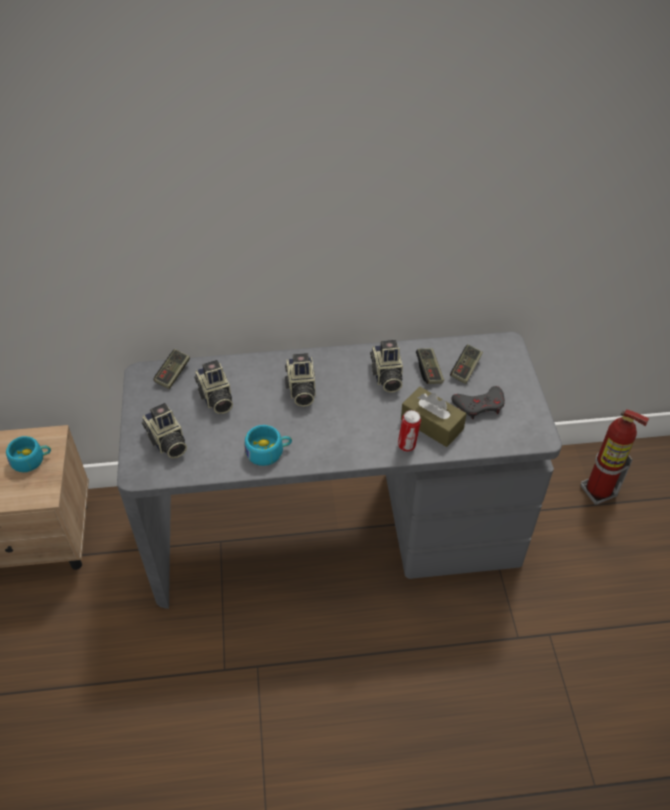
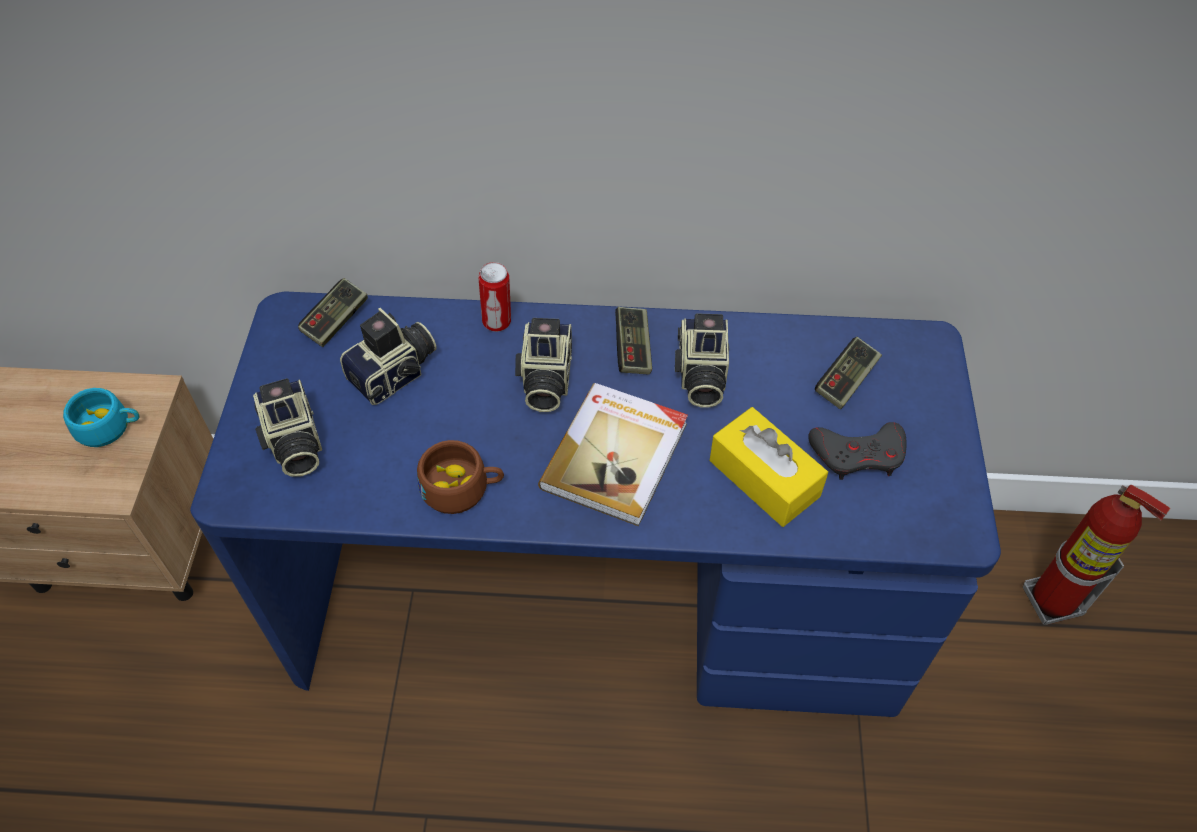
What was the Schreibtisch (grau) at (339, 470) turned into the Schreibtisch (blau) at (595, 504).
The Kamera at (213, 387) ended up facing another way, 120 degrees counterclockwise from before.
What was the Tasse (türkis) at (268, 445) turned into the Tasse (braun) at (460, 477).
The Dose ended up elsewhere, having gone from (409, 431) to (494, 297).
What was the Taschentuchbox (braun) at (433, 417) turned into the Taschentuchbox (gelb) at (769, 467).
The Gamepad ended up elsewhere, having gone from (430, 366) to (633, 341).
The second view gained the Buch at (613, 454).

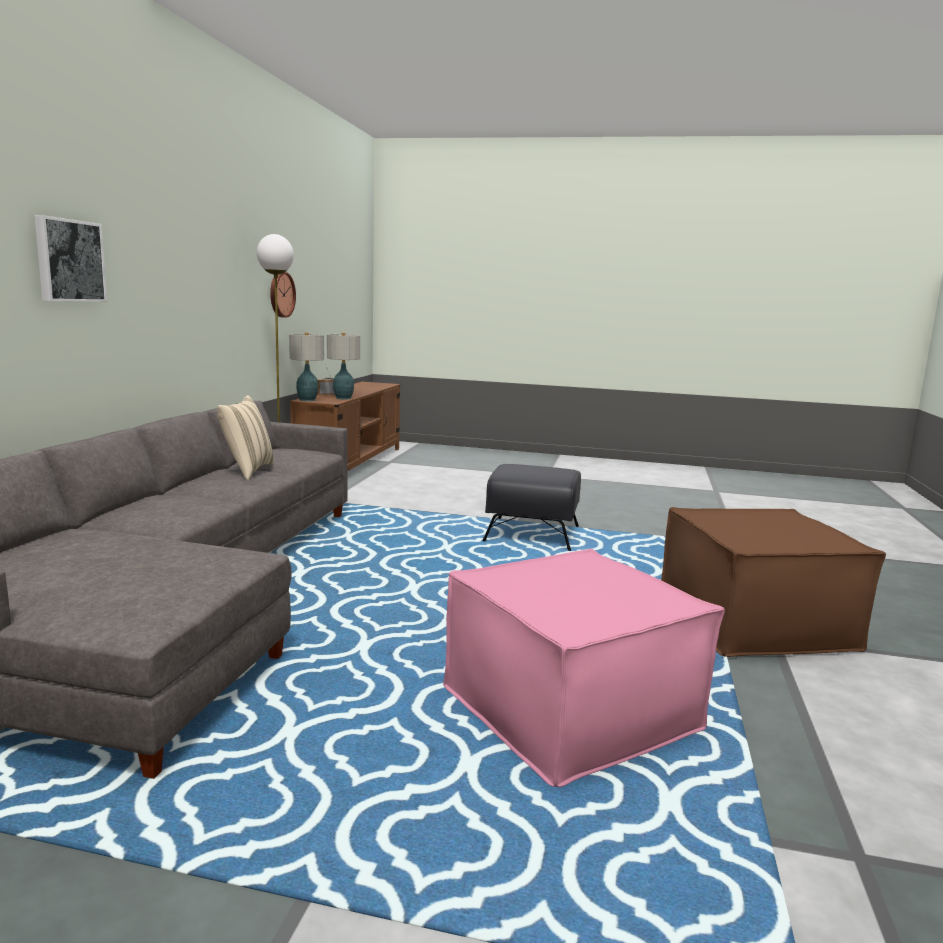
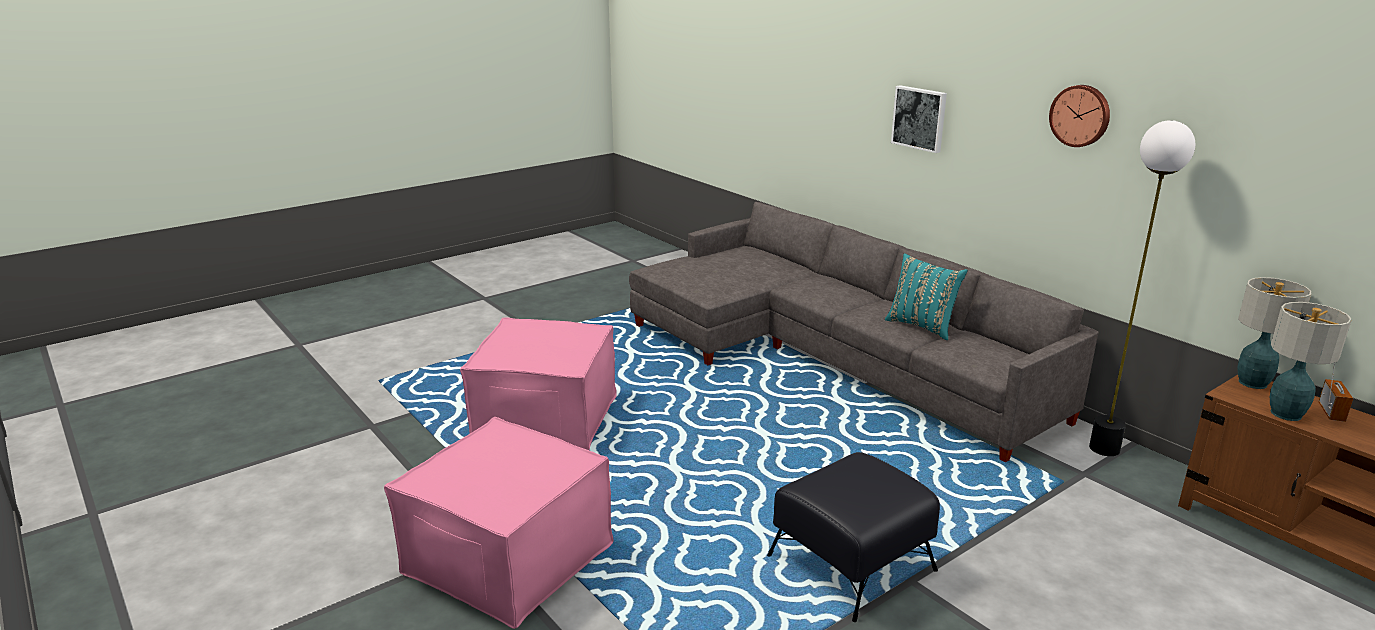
What was the Kissen (beige) at (245, 437) turned into the Kissen (türkis) at (926, 297).
The Wanduhr ended up elsewhere, having gone from (283, 295) to (1079, 116).
What was the Polsterhocker (braun) at (773, 582) turned into the Polsterhocker (rosa) at (499, 523).

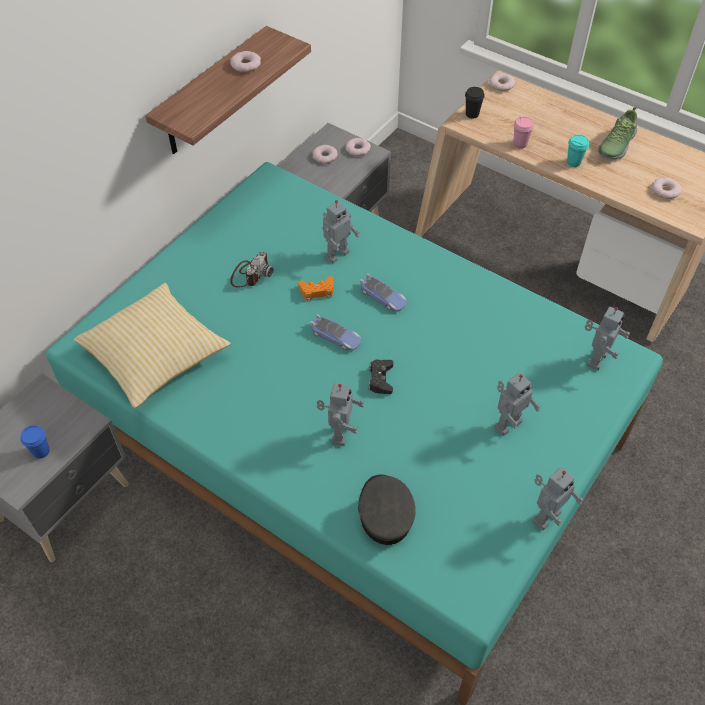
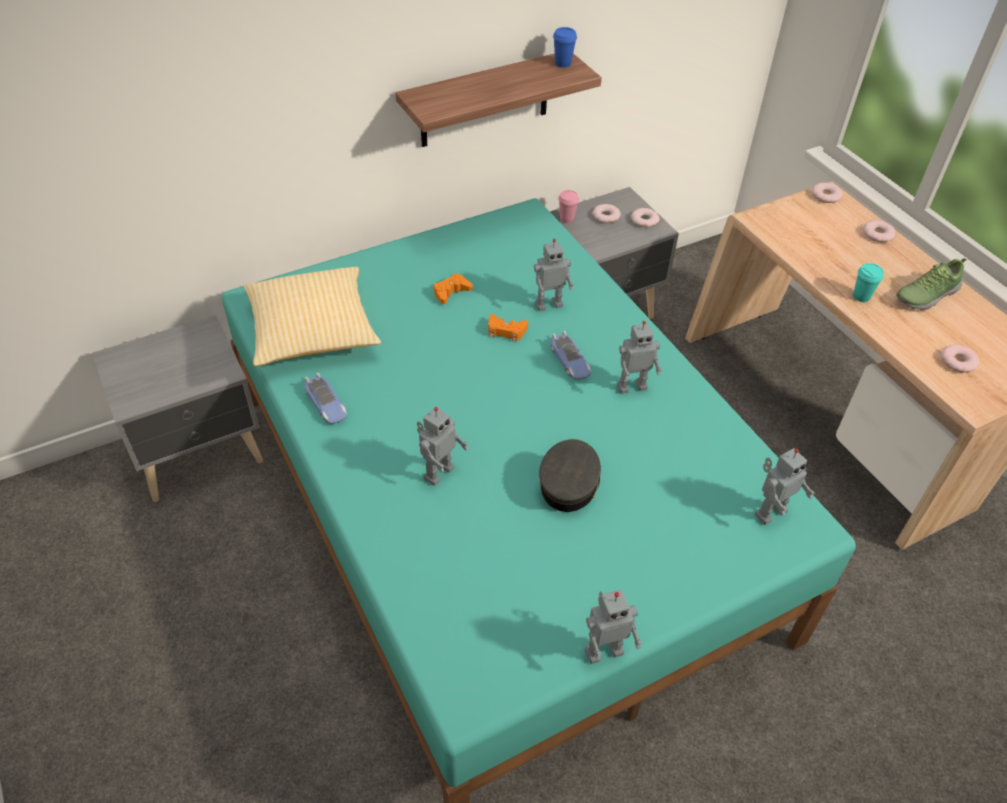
The Tasse (blau) ended up elsewhere, having gone from (35, 442) to (565, 47).
The Donut ended up elsewhere, having gone from (245, 61) to (879, 231).
Where the Kamera stood at (251, 269), the Gamepad (orange) came to stand at (453, 288).
The Spielzeugauto ended up elsewhere, having gone from (336, 332) to (326, 398).
The Kappe (grau) ended up elsewhere, having gone from (387, 509) to (570, 475).
The second view lost the Gamepad (schwarz) at (380, 376).
The second view lost the Tasse (schwarz) at (475, 102).
The Spielzeugroboter ended up elsewhere, having gone from (518, 404) to (639, 357).
The Tasse (rosa) ended up elsewhere, having gone from (524, 132) to (568, 206).

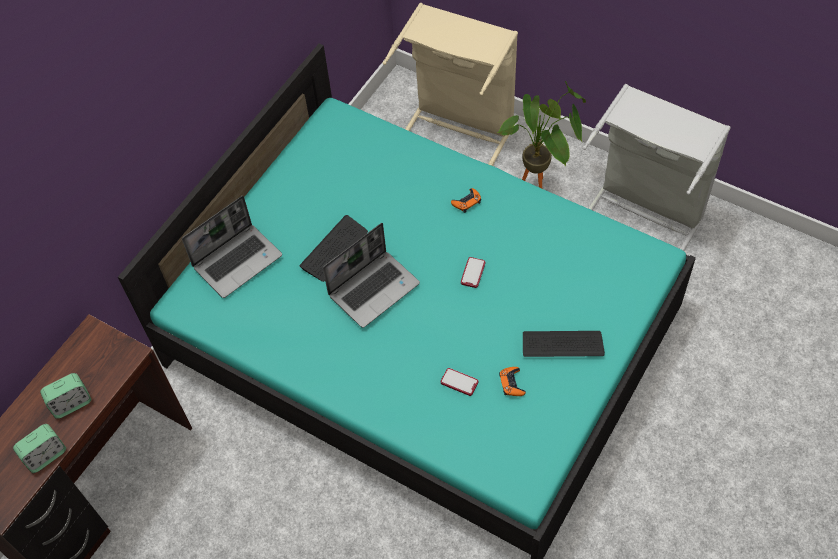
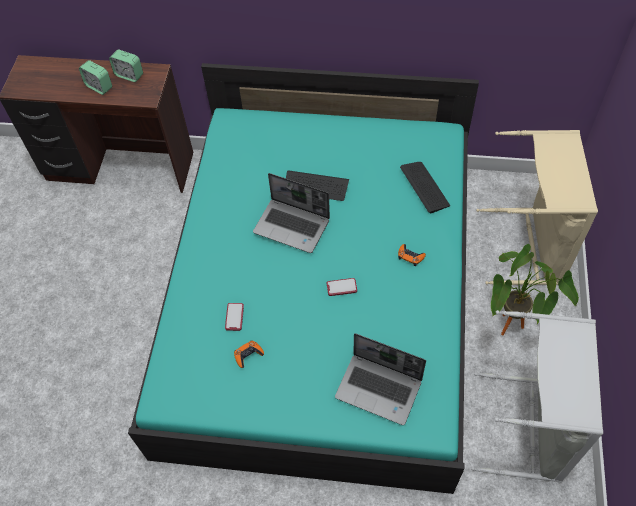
The Wecker ended up elsewhere, having gone from (39, 448) to (126, 66).
The Laptop ended up elsewhere, having gone from (232, 247) to (380, 379).
The Tastatur ended up elsewhere, having gone from (564, 344) to (425, 187).

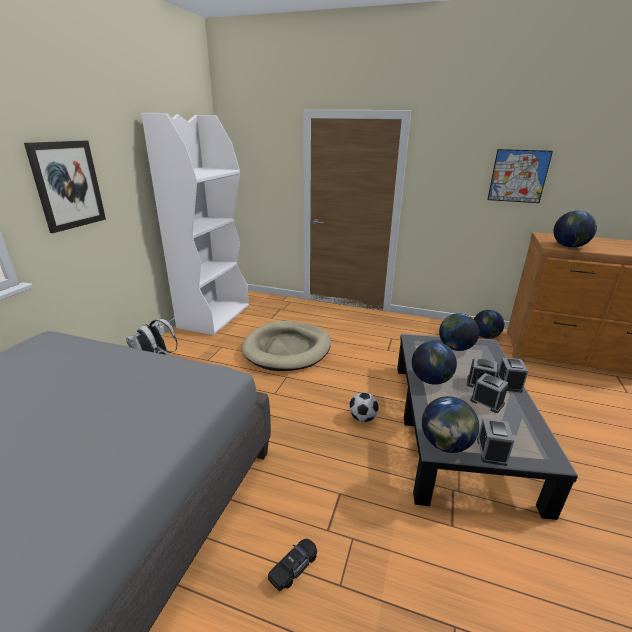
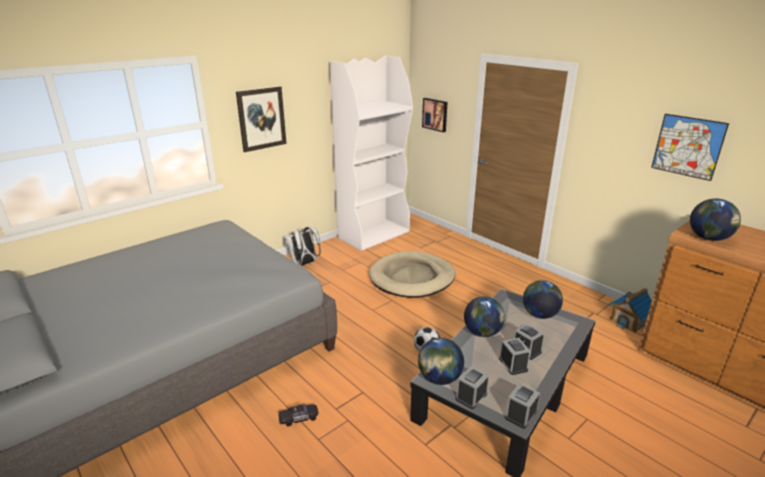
Where the Globus stood at (489, 324), the Spielzeughaus came to stand at (630, 310).
The Wecker ended up elsewhere, having gone from (512, 374) to (522, 406).
The second view gained the Bild at (434, 115).

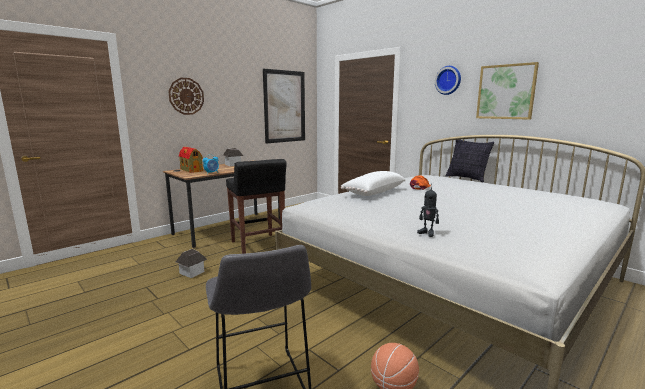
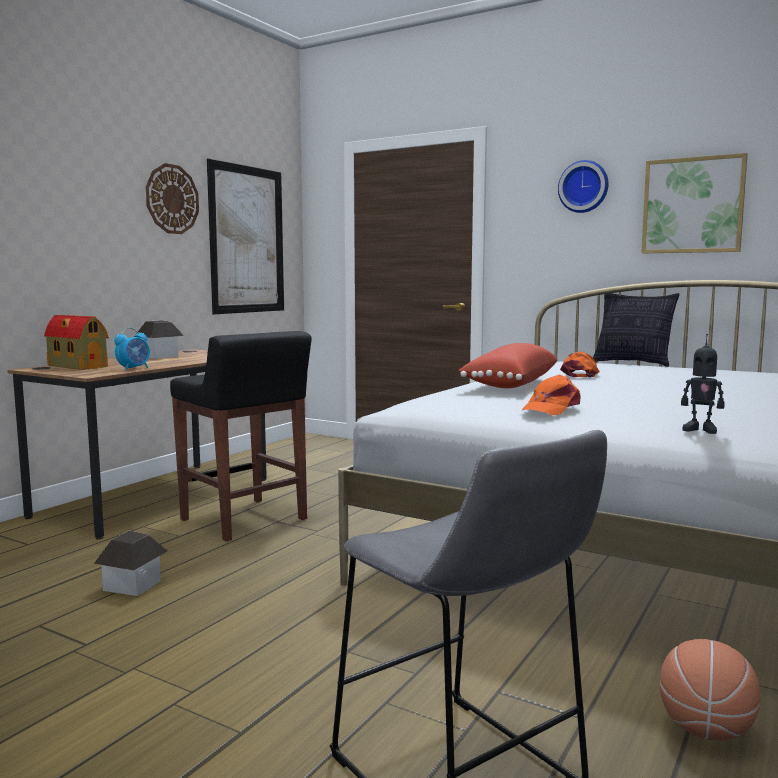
The Wanduhr ended up elsewhere, having gone from (186, 96) to (172, 198).
What was the Kissen (weiß) at (373, 183) turned into the Kissen (rot) at (508, 365).
The second view gained the Kappe (orange) at (551, 395).

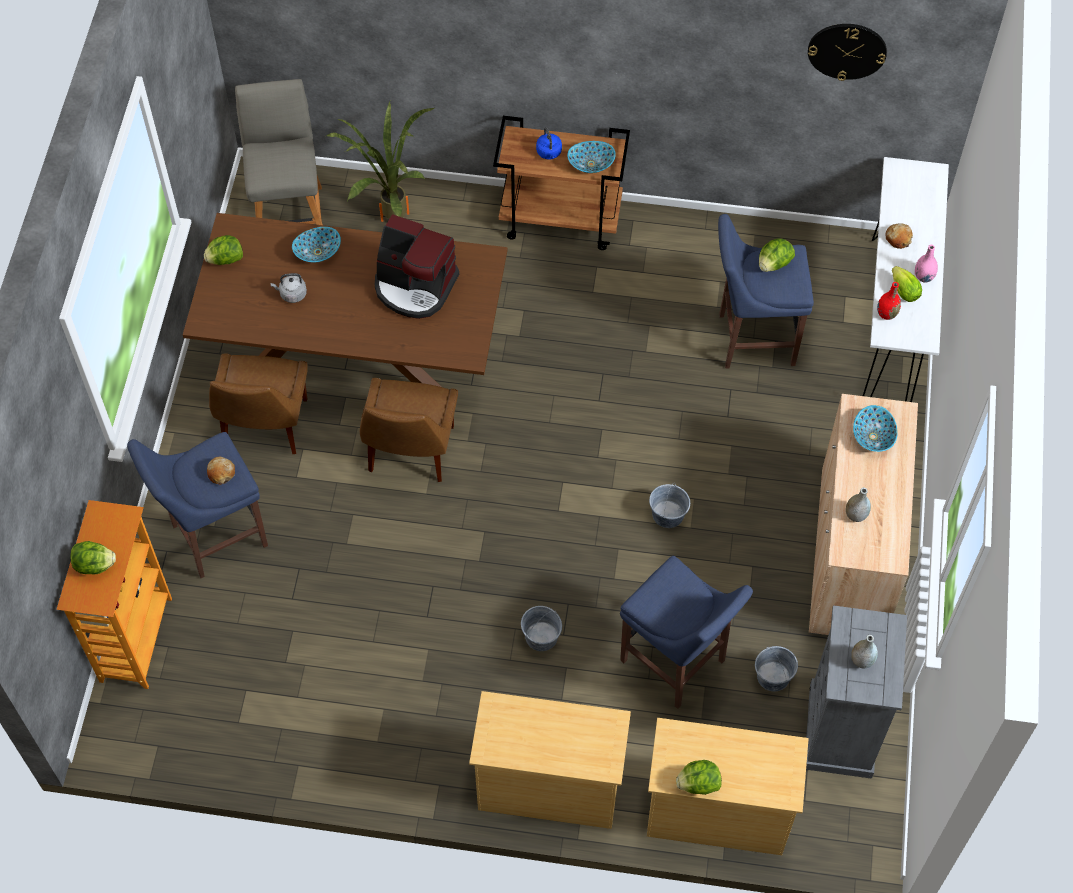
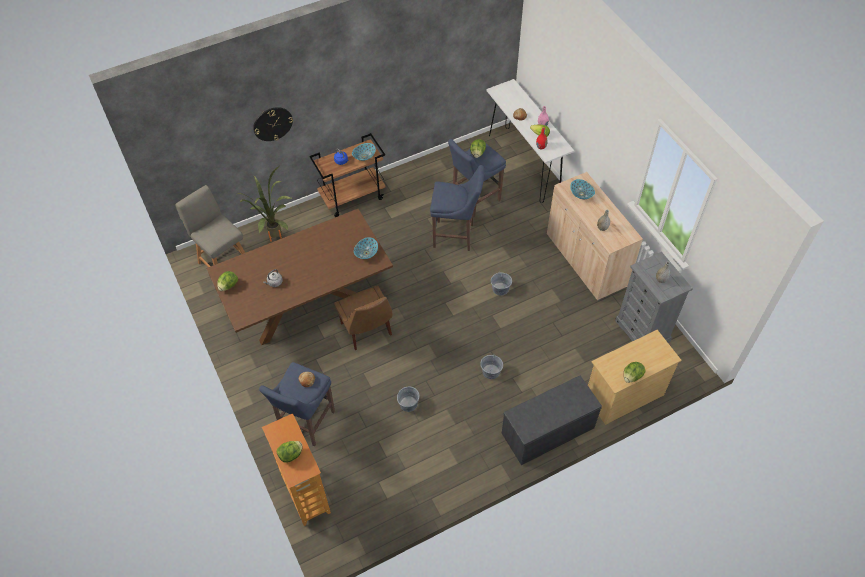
The second view lost the Stuhl (braun) at (258, 404).
The Schüssel ended up elsewhere, having gone from (316, 245) to (366, 248).
The second view lost the Kaffeemaschine at (417, 266).
Where the Kommode (beige) stood at (550, 760), the Bank (grau) came to stand at (552, 420).
The Hocker (blau) ended up elsewhere, having gone from (686, 632) to (457, 208).
The Eimer (grau) ended up elsewhere, having gone from (776, 669) to (408, 399).
The Wanduhr ended up elsewhere, having gone from (847, 52) to (273, 124).

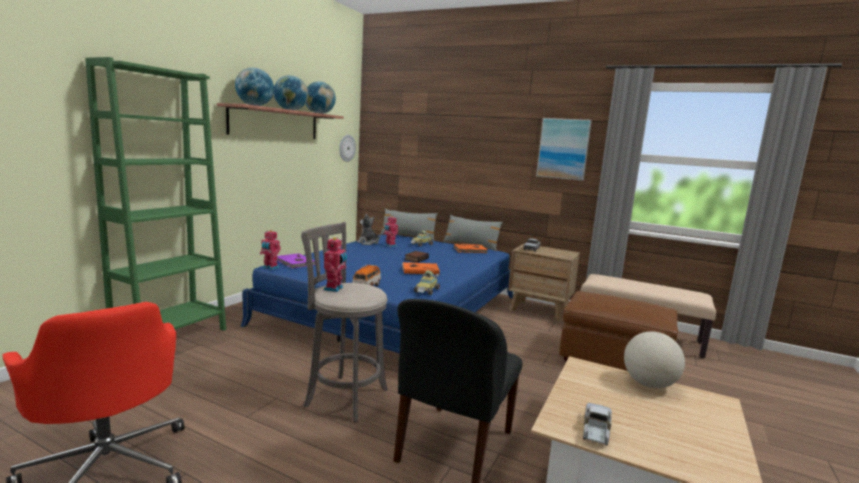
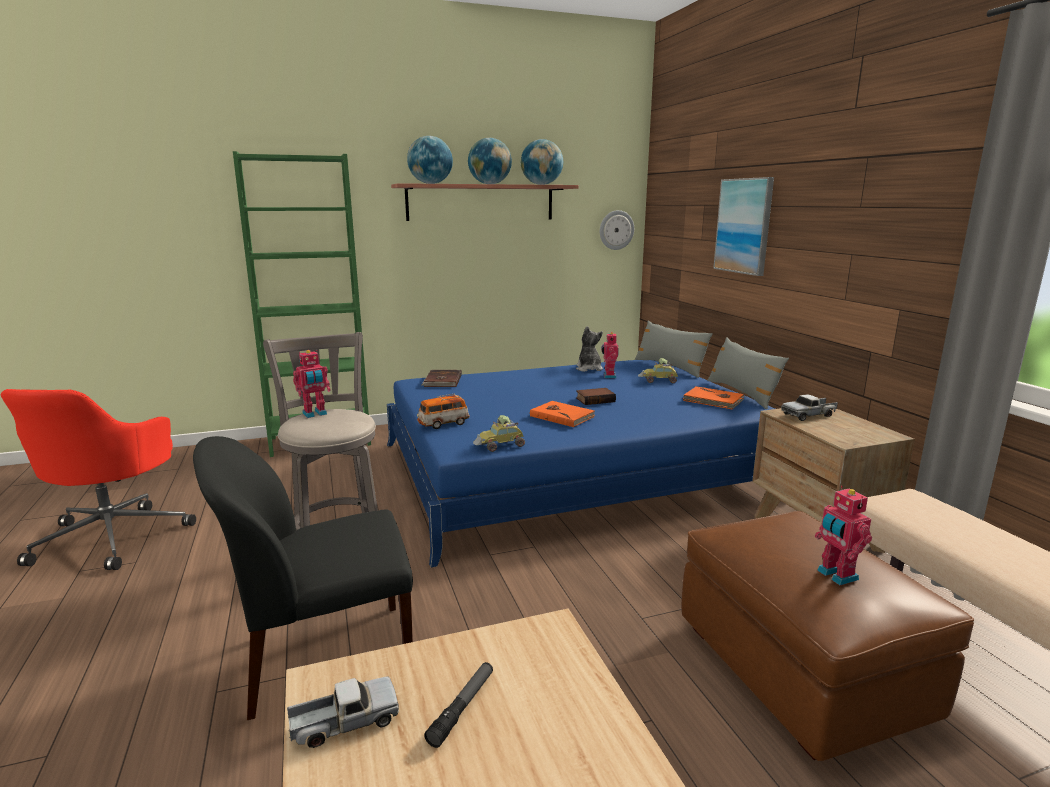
The Spielzeugroboter ended up elsewhere, having gone from (270, 250) to (843, 535).
What was the Buch (lila) at (296, 261) turned into the Buch (braun) at (442, 378).
The Bild ended up elsewhere, having gone from (564, 149) to (743, 226).
The second view lost the Globus at (654, 359).
The second view gained the Taschenlampe at (458, 705).

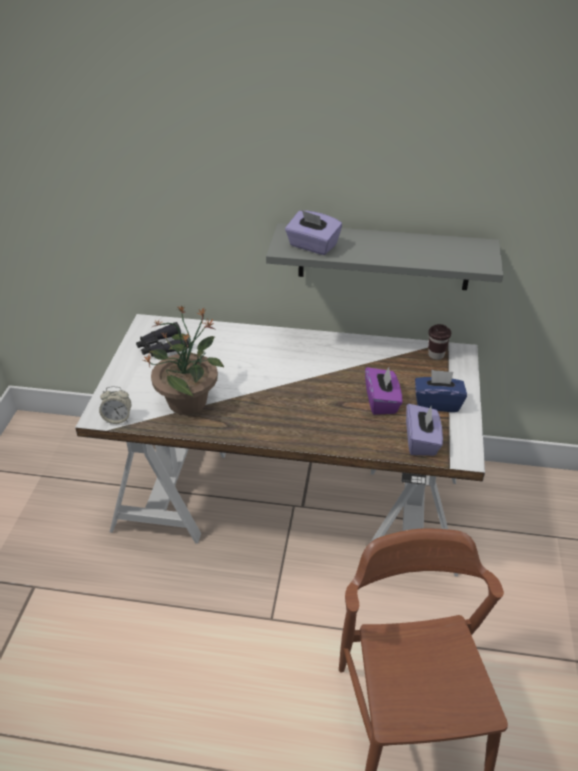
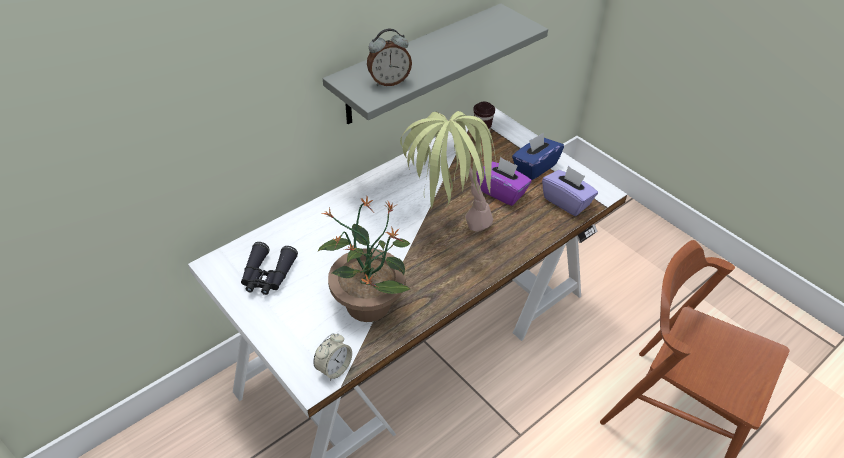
Where the Taschentuchbox (lila) stood at (313, 232), the Wecker came to stand at (389, 57).
The second view gained the Topfpflanze at (449, 171).

